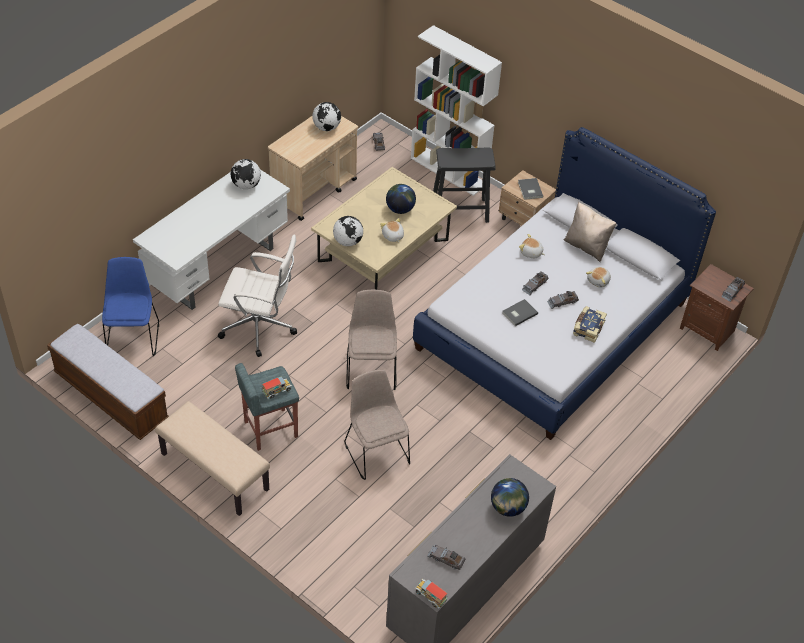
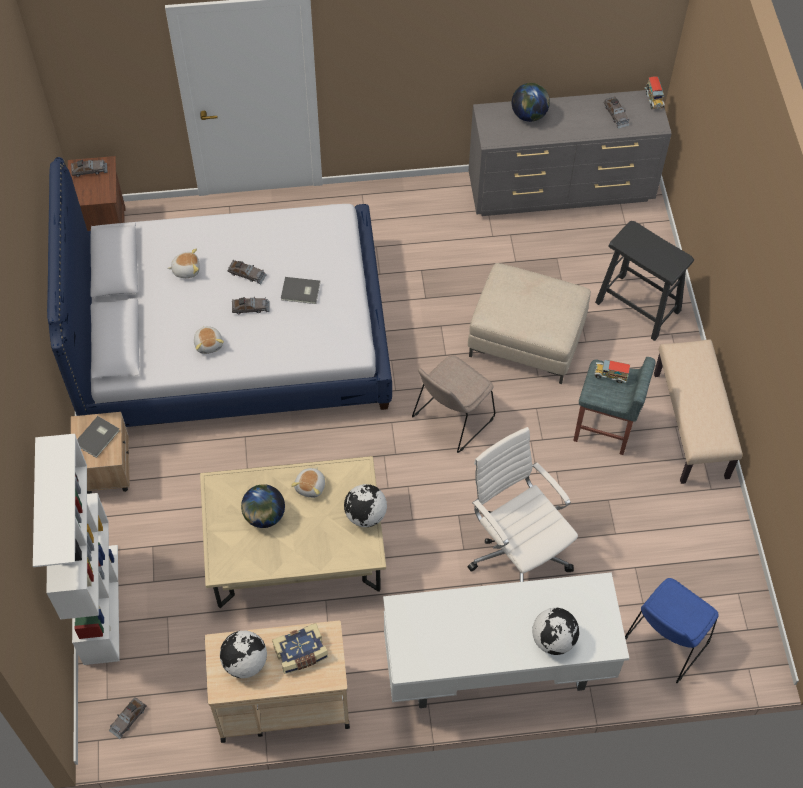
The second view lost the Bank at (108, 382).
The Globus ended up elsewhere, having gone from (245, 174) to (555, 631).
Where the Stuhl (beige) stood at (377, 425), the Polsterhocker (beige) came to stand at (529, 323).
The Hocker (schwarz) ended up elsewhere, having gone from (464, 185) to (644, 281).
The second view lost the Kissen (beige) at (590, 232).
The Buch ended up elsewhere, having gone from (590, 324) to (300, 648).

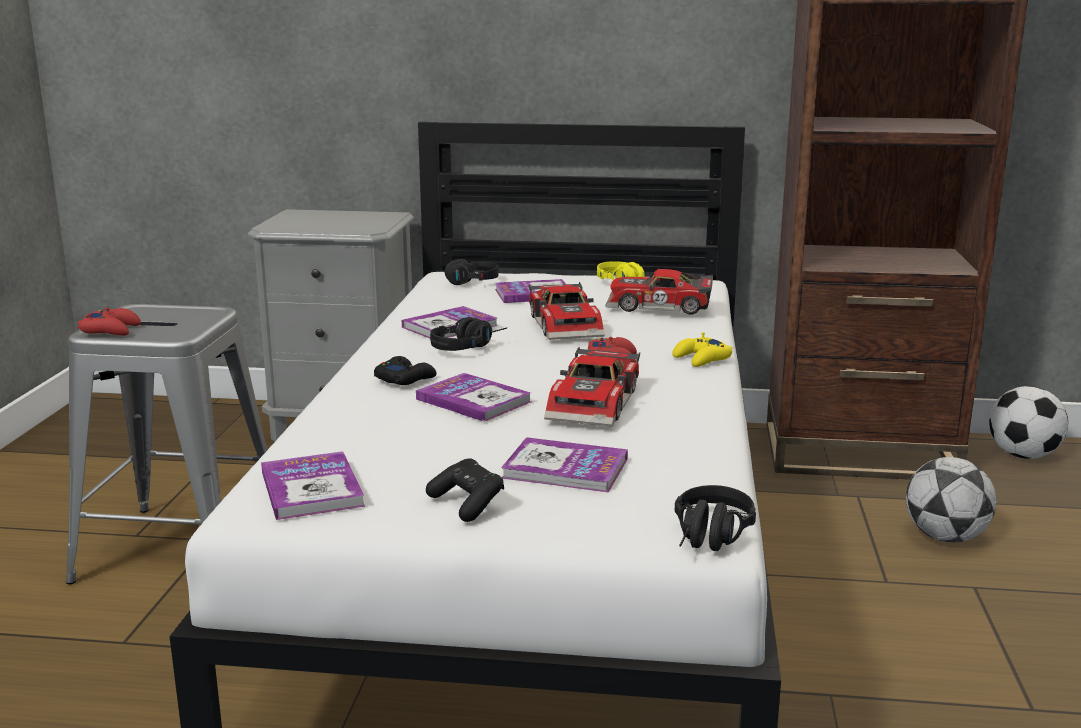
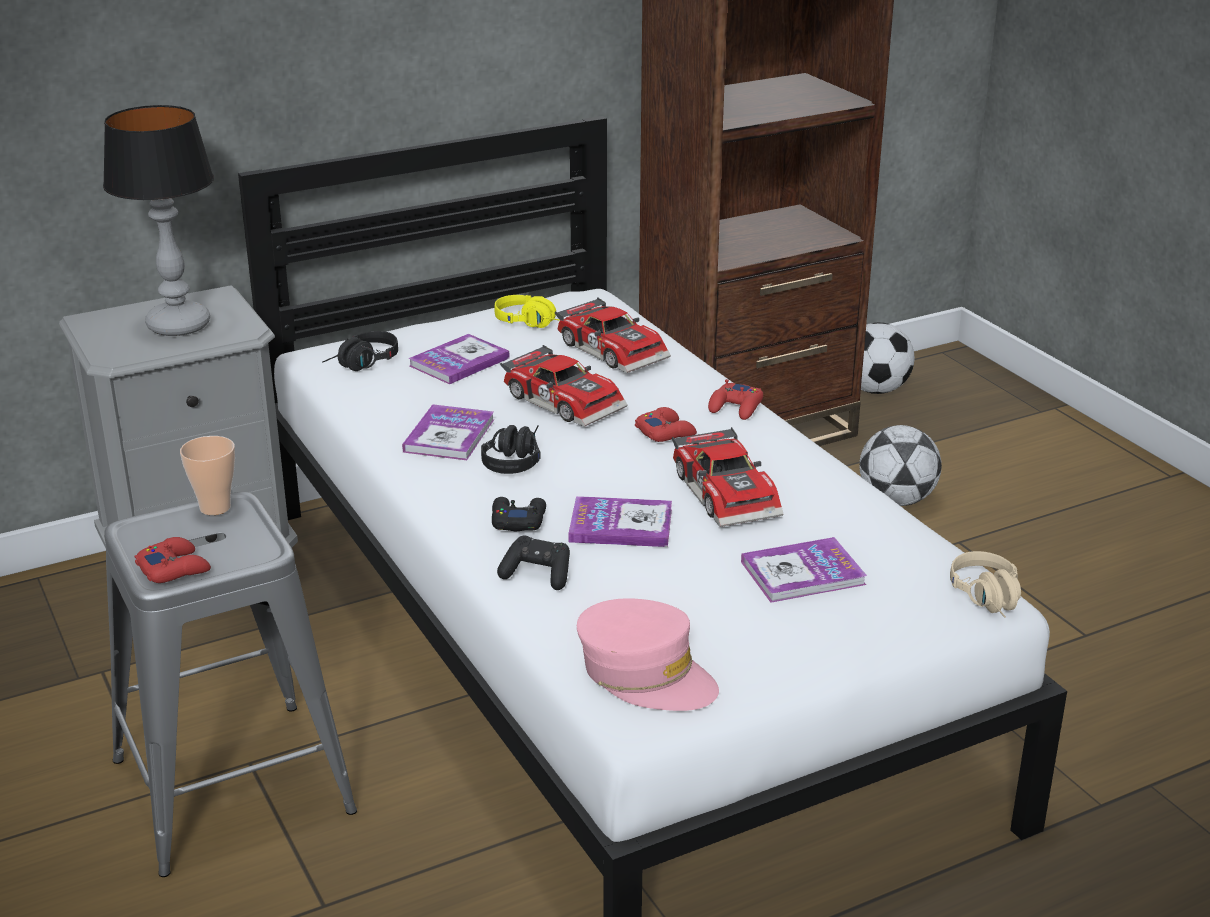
Where the Buch stood at (313, 485), the Kappe (rosa) came to stand at (648, 654).
The Gamepad (schwarz) ended up elsewhere, having gone from (465, 490) to (533, 563).
The Spielzeugauto at (659, 292) ended up facing another way, 105 degrees counterclockwise from before.
What was the Gamepad (gelb) at (702, 349) turned into the Gamepad (rot) at (735, 399).
What was the Kopfhörer (schwarz) at (715, 518) turned into the Kopfhörer (beige) at (985, 584).
The second view gained the Tischlampe at (158, 220).
The second view gained the Tasse at (207, 475).

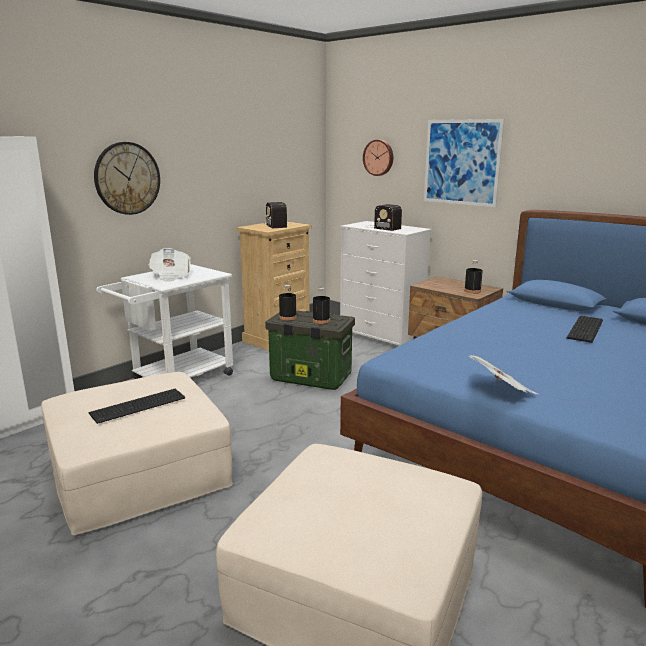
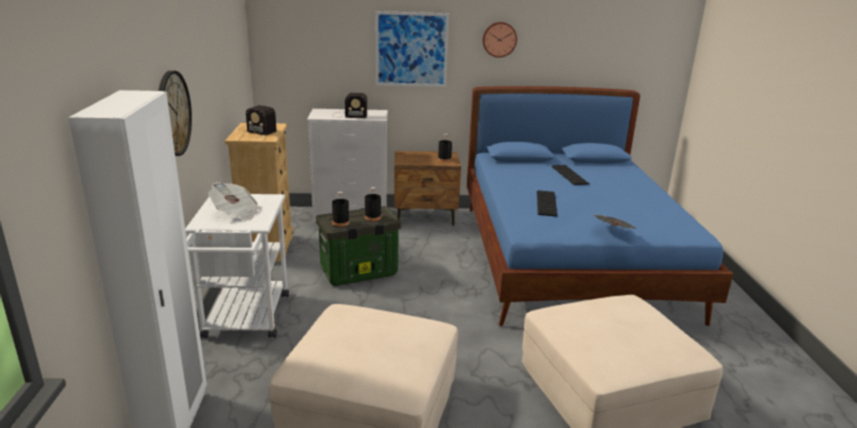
The Tastatur ended up elsewhere, having gone from (136, 406) to (547, 204).
The Wanduhr ended up elsewhere, having gone from (378, 158) to (500, 40).

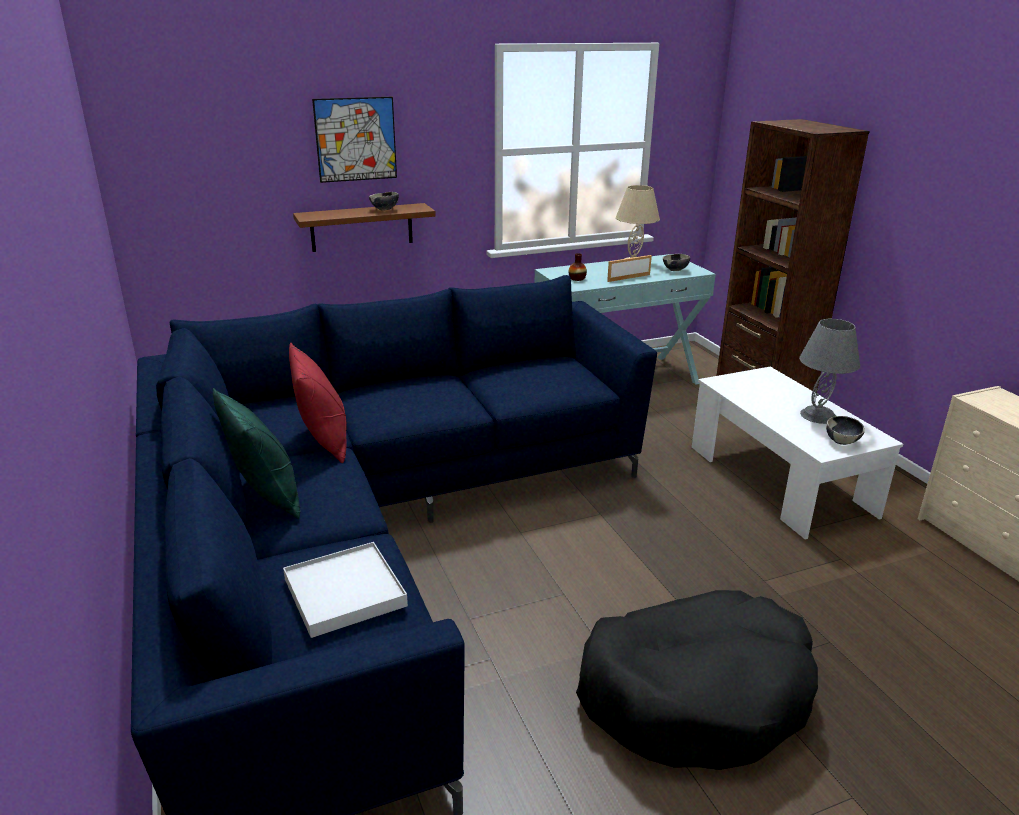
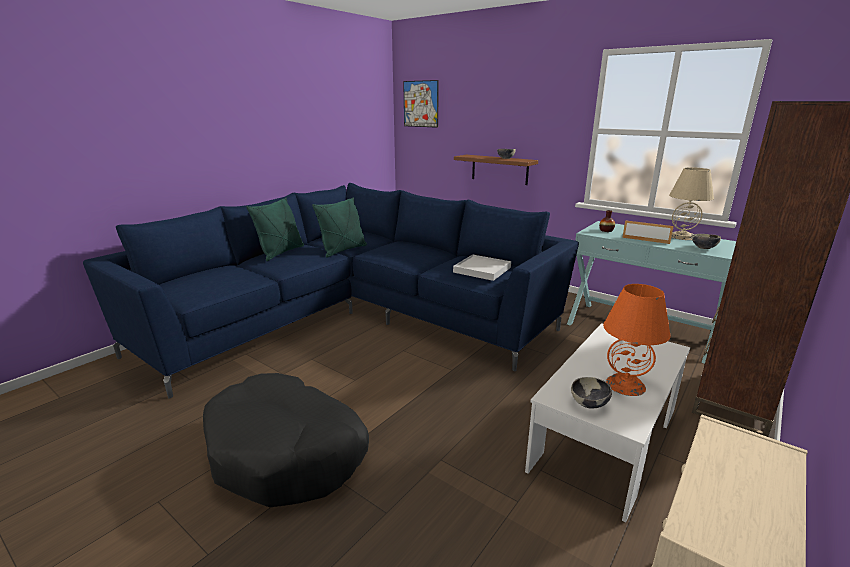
The Tablett (weiß) ended up elsewhere, having gone from (345, 590) to (482, 268).
What was the Kissen (rot) at (318, 403) turned into the Kissen (grün) at (339, 227).
The Bild ended up elsewhere, having gone from (354, 140) to (421, 104).
What was the Tischlampe (grau) at (829, 371) turned into the Tischlampe (orange) at (636, 340).

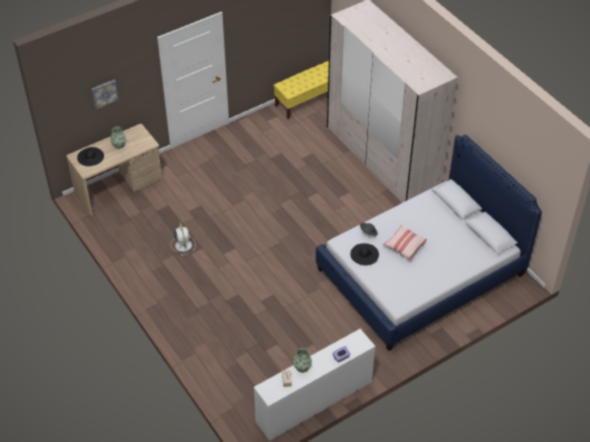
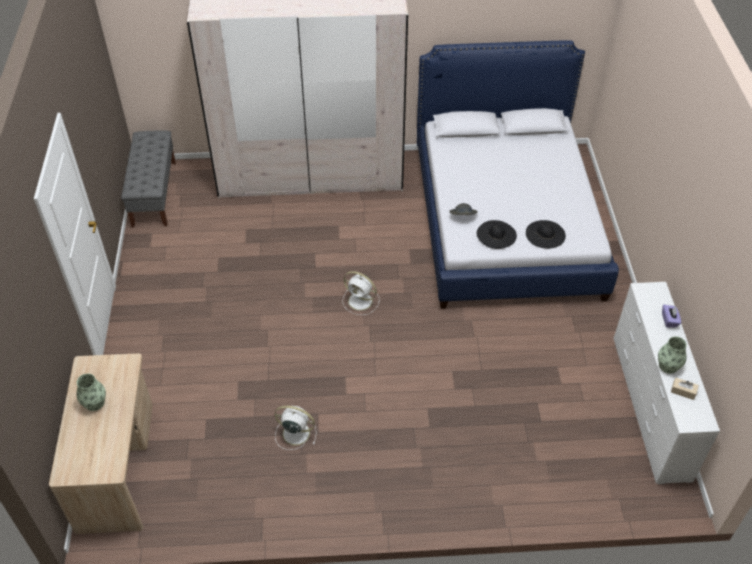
The Hut (schwarz) ended up elsewhere, having gone from (90, 156) to (546, 234).
The second view lost the Bild at (105, 94).
What was the Bank (gelb) at (301, 90) turned into the Bank (grau) at (148, 179).
The second view lost the Kissen at (405, 243).
The second view gained the Ventilator (weiß) at (361, 293).

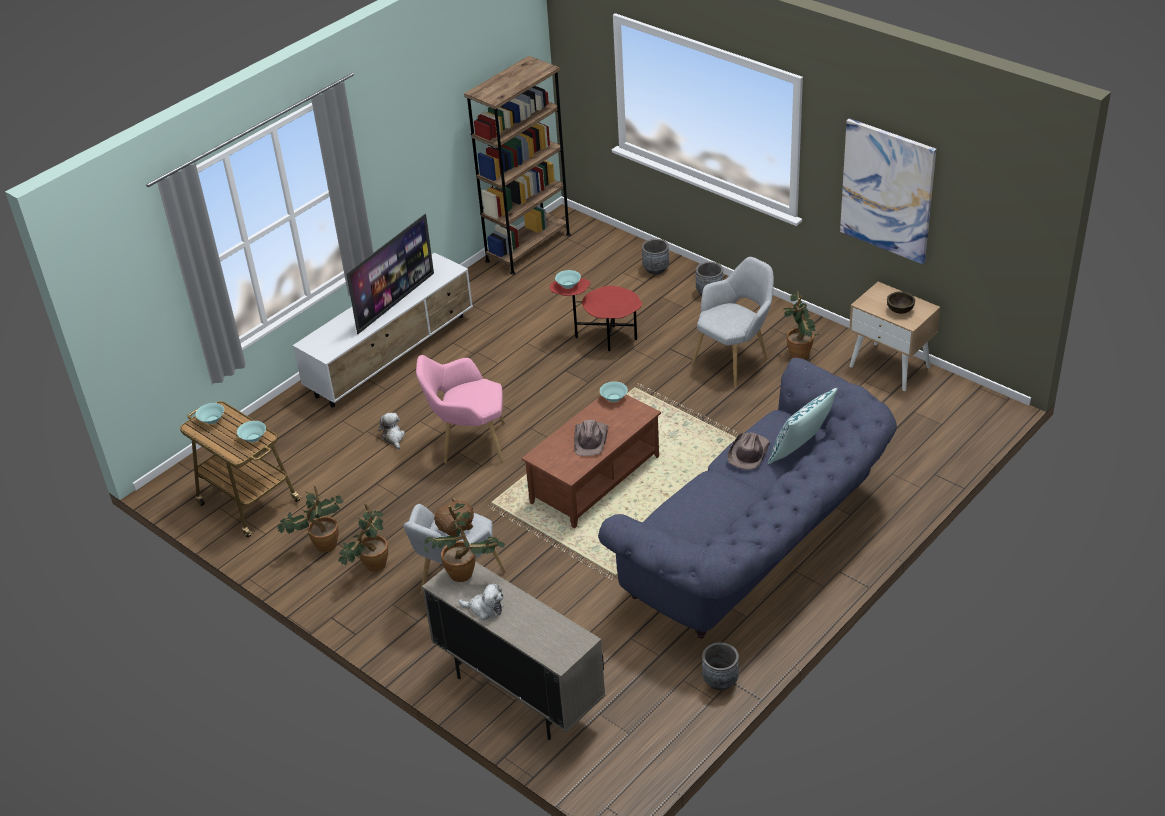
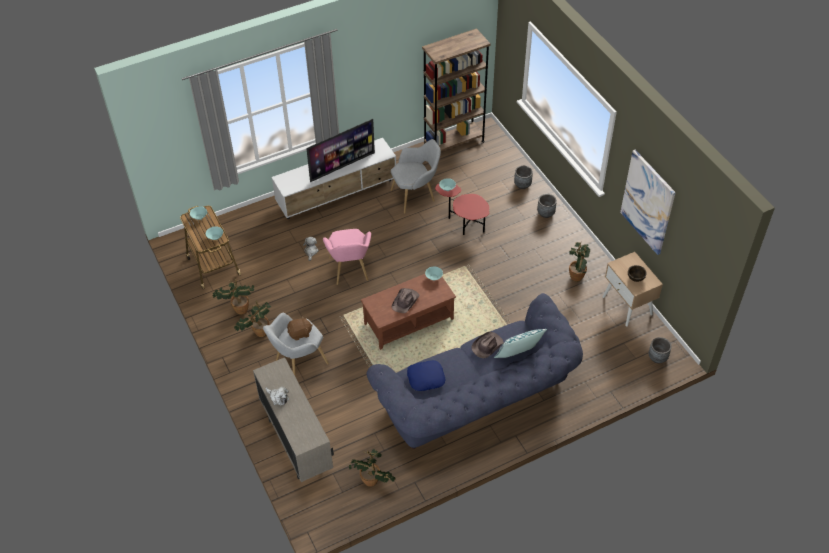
The Sessel (rosa) at (460, 409) ended up facing another way, 120 degrees counterclockwise from before.
The Topfpflanze ended up elsewhere, having gone from (464, 542) to (372, 468).
The Sessel (grau) ended up elsewhere, having gone from (733, 322) to (416, 176).
The Pflanzkübel (grau) ended up elsewhere, having gone from (720, 666) to (660, 350).
The second view gained the Kissen (blau) at (426, 375).

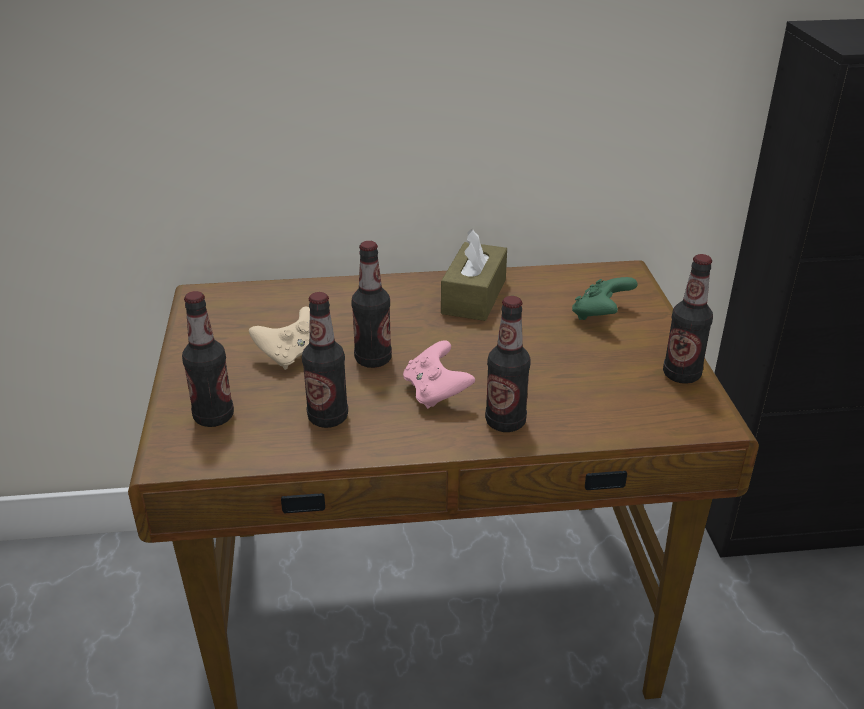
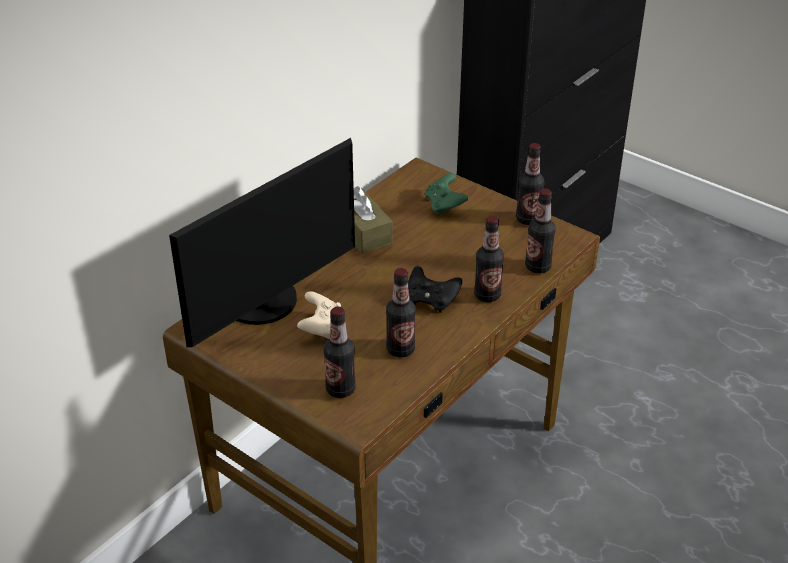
The Flasche ended up elsewhere, having gone from (371, 304) to (540, 230).
What was the Gamepad (rosa) at (439, 374) turned into the Gamepad (schwarz) at (435, 289).
The second view gained the Monitor at (262, 242).

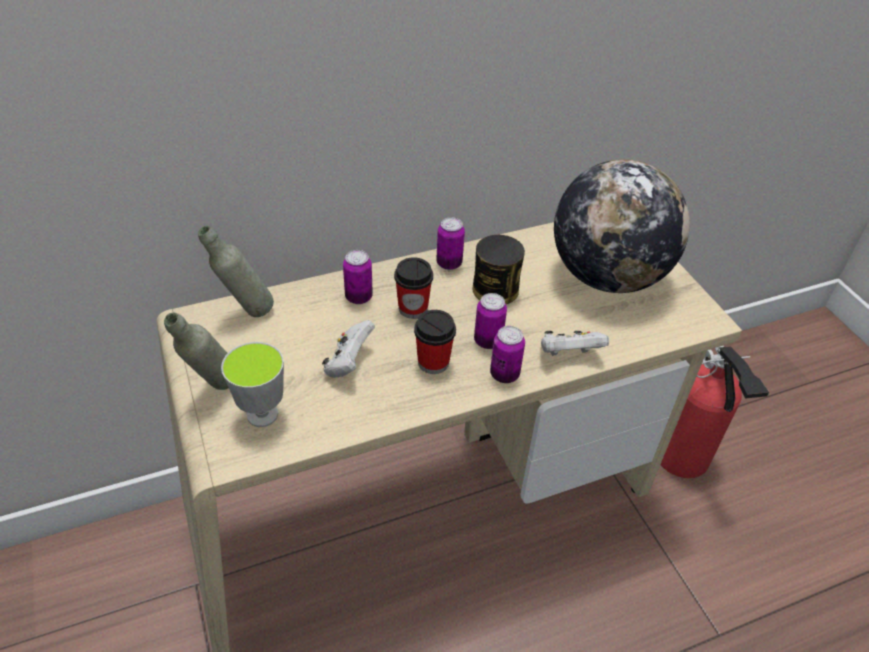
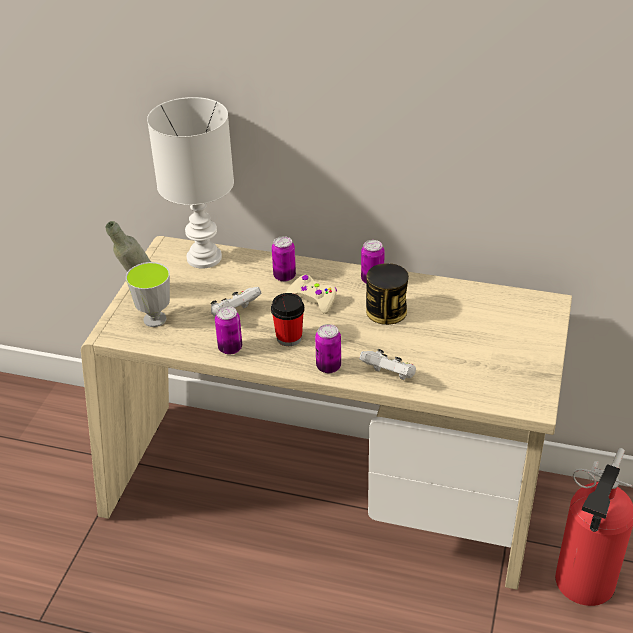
Where the Flasche (grau) stood at (236, 271), the Tischlampe (weiß) came to stand at (190, 183).
Where the Tasse stood at (413, 288), the Gamepad (beige) came to stand at (311, 294).
The Dose ended up elsewhere, having gone from (490, 321) to (228, 330).
The second view lost the Globus at (622, 226).

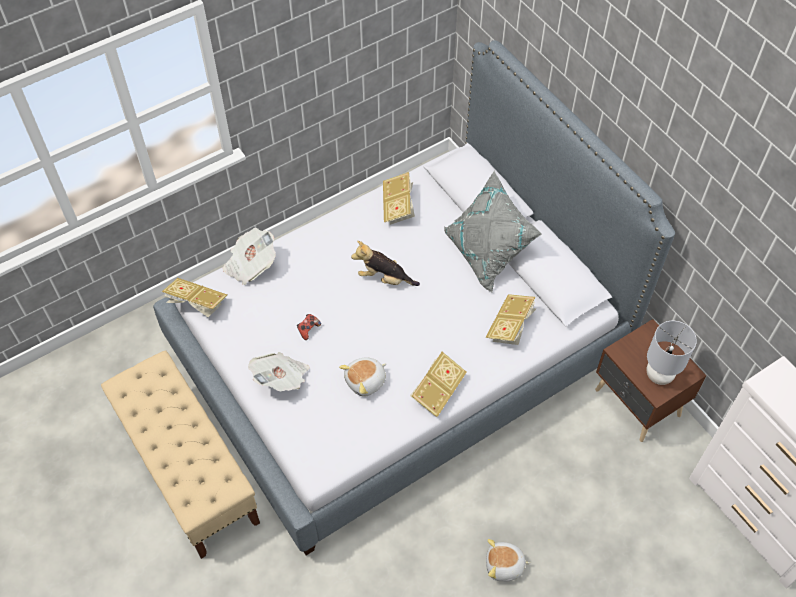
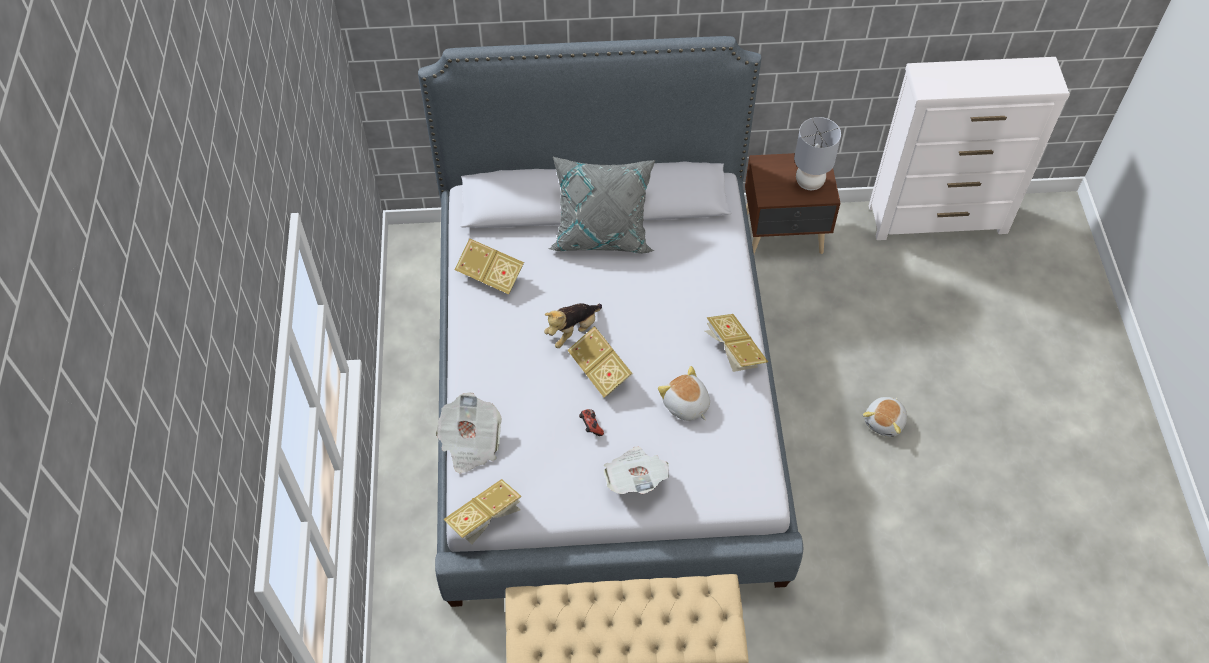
The Plüschtier at (362, 377) ended up facing another way, 150 degrees clockwise from before.
The Buch ended up elsewhere, having gone from (511, 319) to (600, 362).

